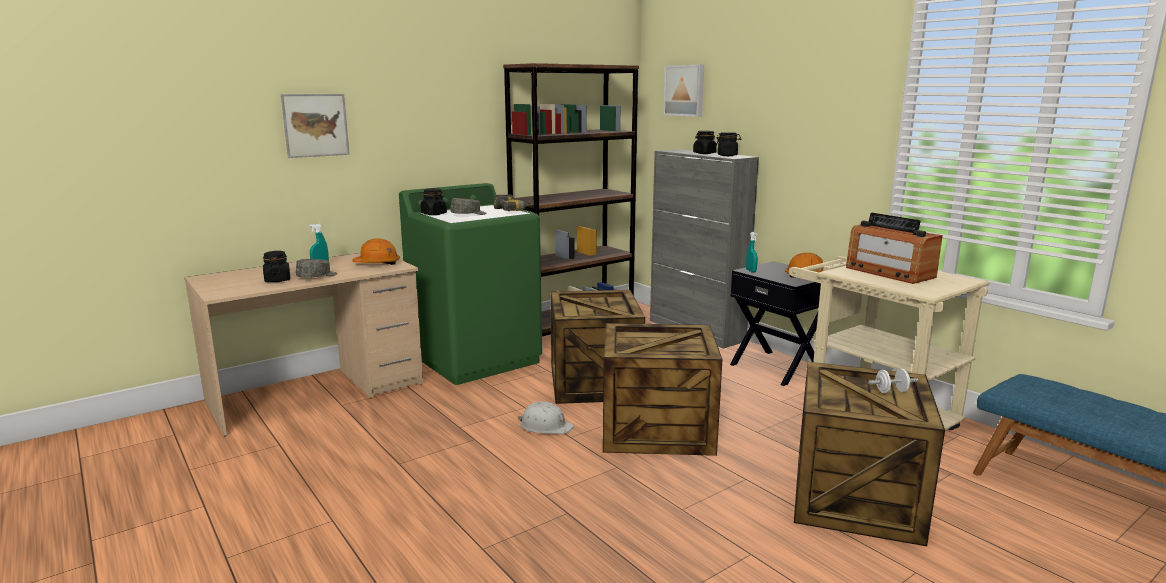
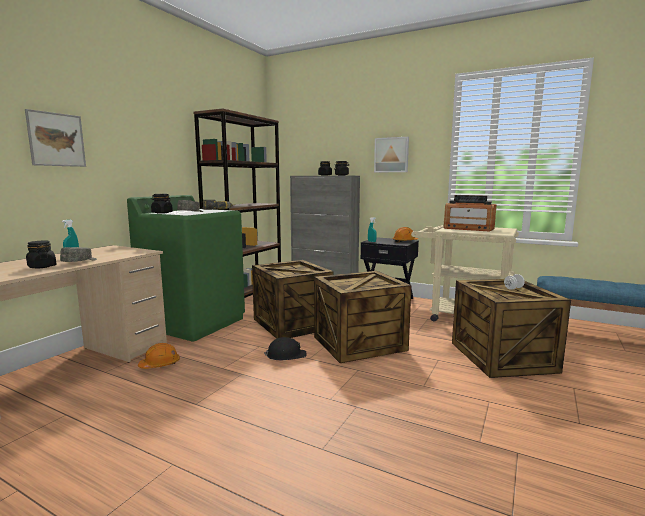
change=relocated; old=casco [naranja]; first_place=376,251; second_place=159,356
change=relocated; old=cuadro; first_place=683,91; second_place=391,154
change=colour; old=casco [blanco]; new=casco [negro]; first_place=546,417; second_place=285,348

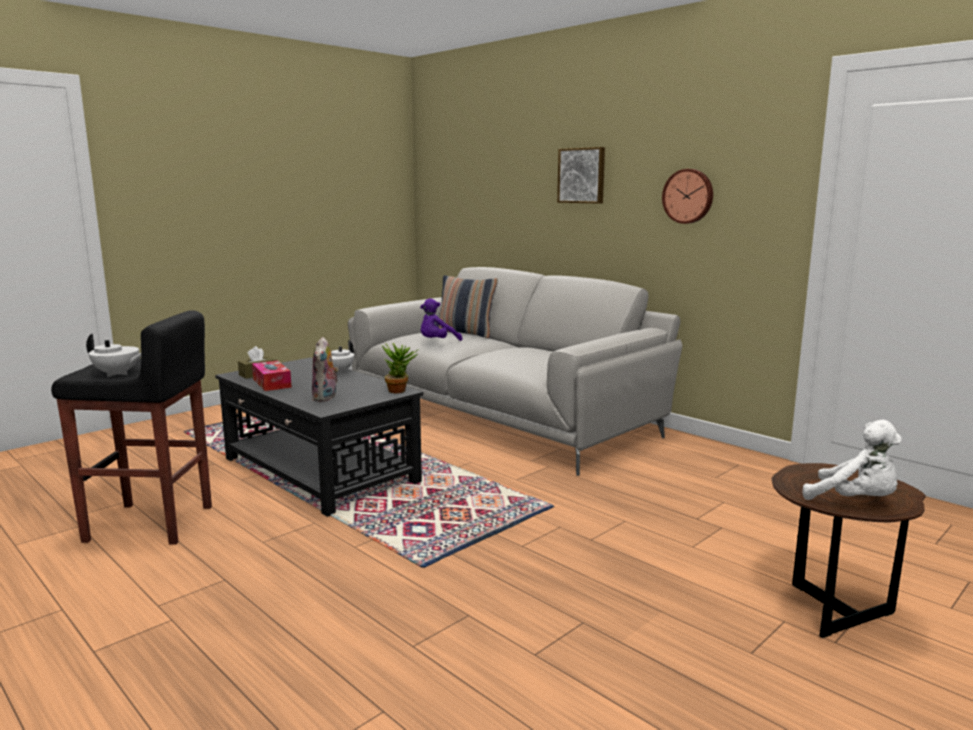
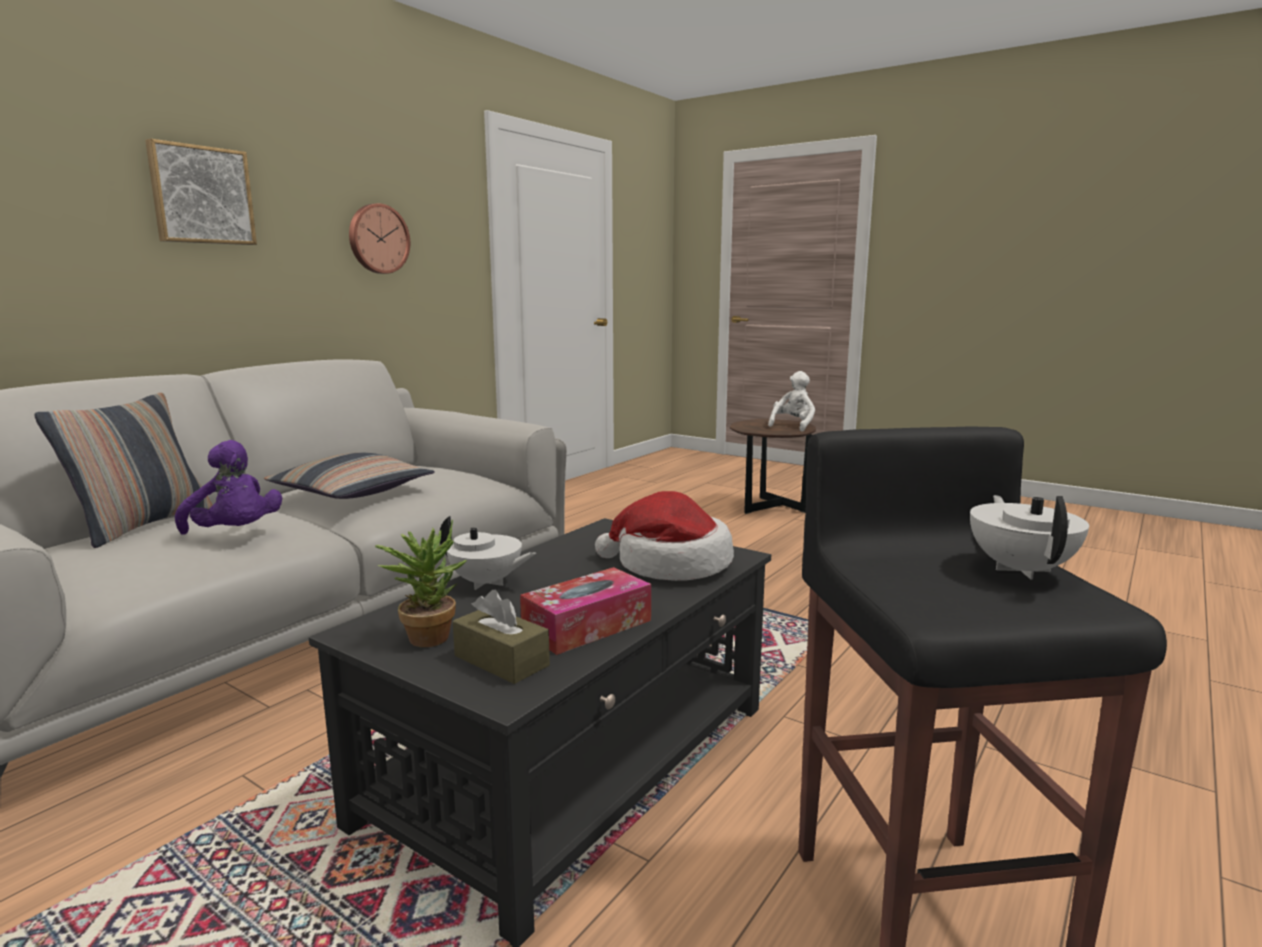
change=appeared; new=cojín; second_place=349,475
change=relocated; old=planta en maceta; first_place=400,368; second_place=421,583
change=exchanged; old=peluche; new=sombrero; first_place=325,369; second_place=664,536

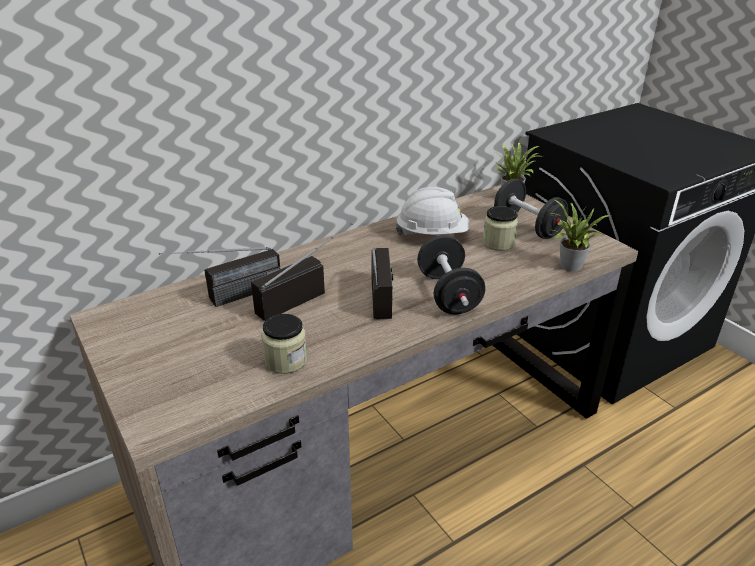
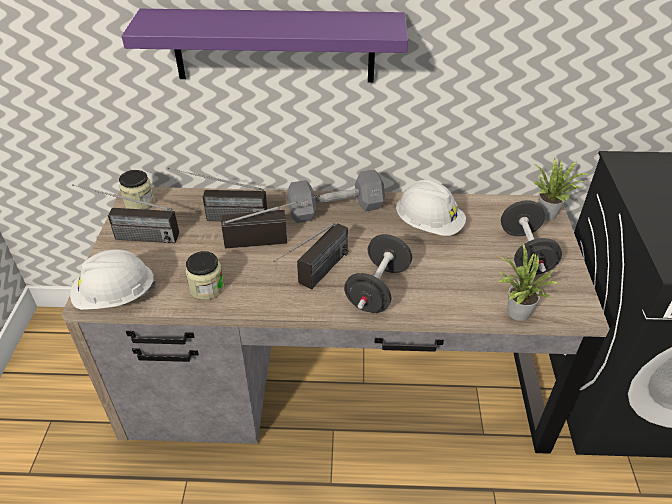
change=appeared; new=casco [blanco]; second_place=113,280
change=appeared; new=radio; second_place=125,213
change=appeared; new=estante [morado]; second_place=265,46
change=appeared; new=mancuerna [gris]; second_place=336,196
change=relocated; old=tarro; first_place=500,228; second_place=137,190

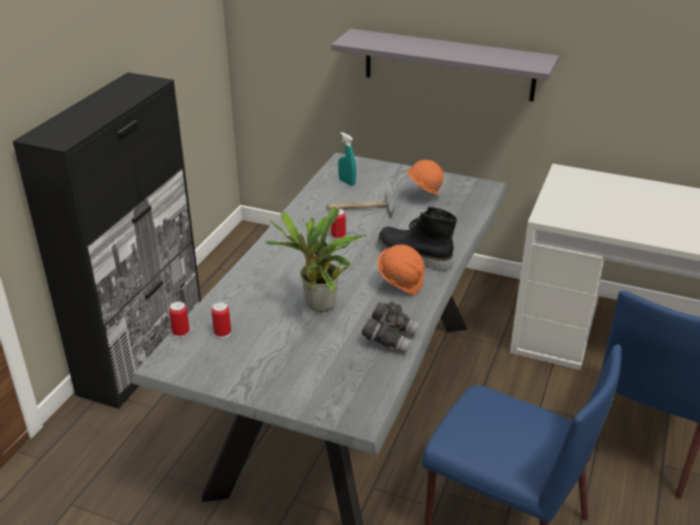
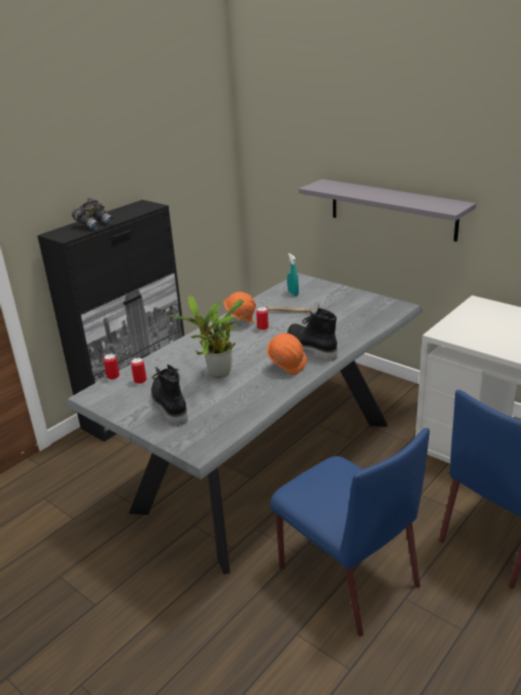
change=appeared; new=bota [negro]; second_place=169,396
change=relocated; old=prismáticos [gris]; first_place=390,327; second_place=93,214
change=relocated; old=casco [naranja]; first_place=425,177; second_place=240,308

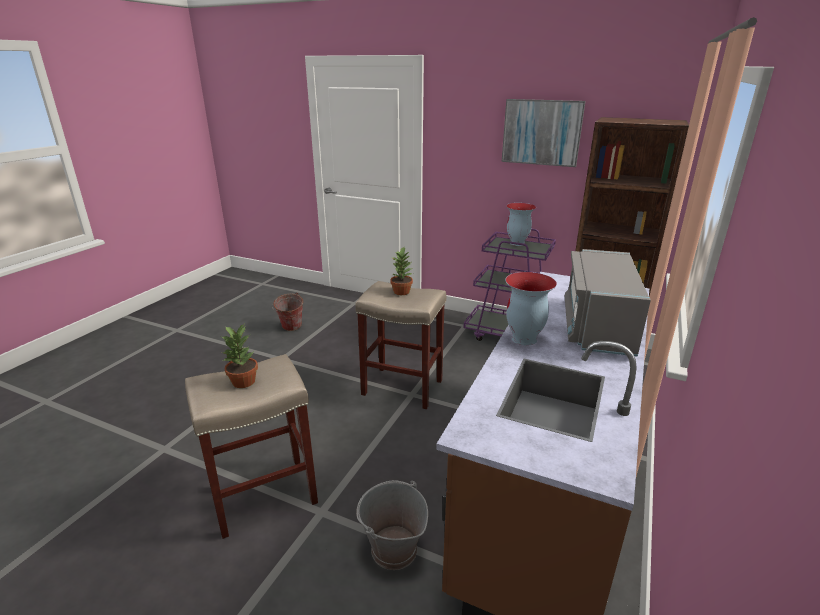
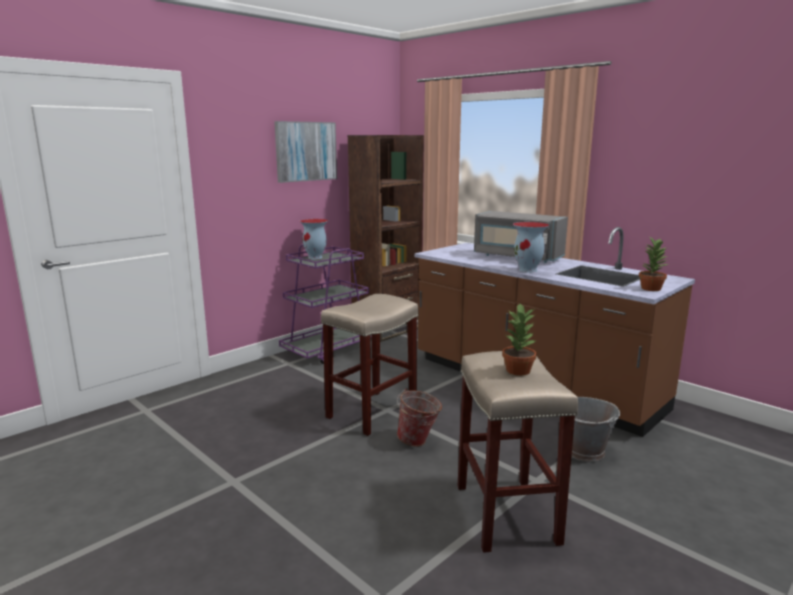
change=relocated; old=cubo; first_place=287,311; second_place=419,417
change=relocated; old=planta en maceta; first_place=401,271; second_place=654,263

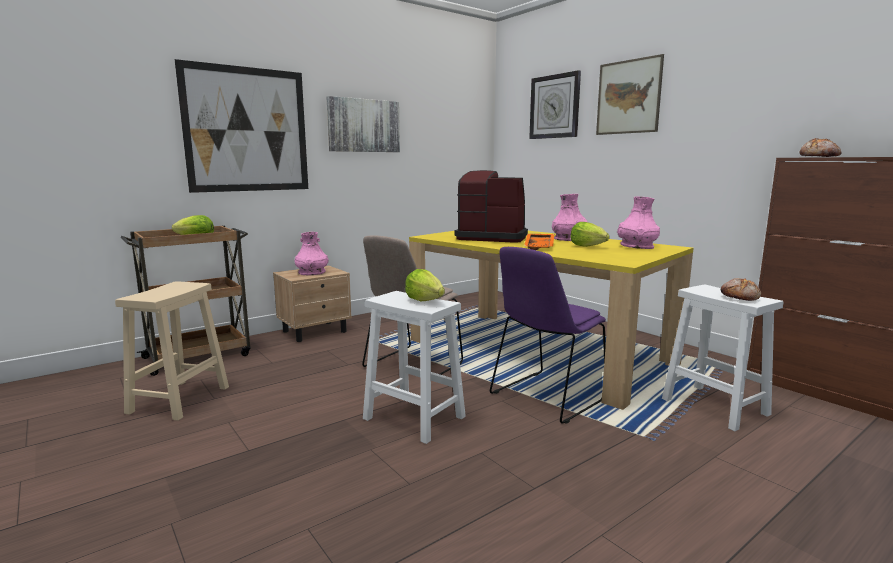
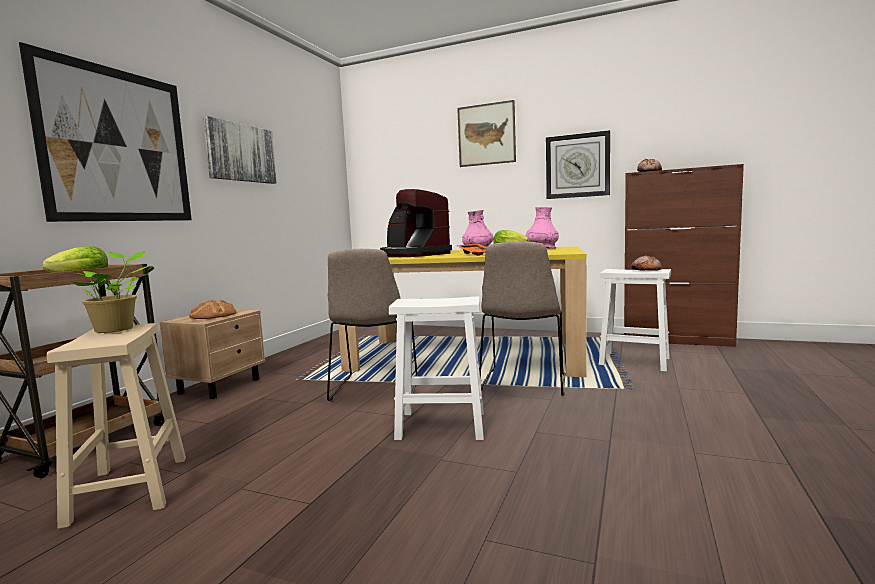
change=missing; old=lechuga; first_place=425,285
change=appeared; new=planta en maceta; second_place=112,292
change=relocated; old=reloj de pared; first_place=555,104; second_place=578,164
change=exchanged; old=florero [rosa]; new=pan; first_place=312,253; second_place=212,309
change=colour; old=silla [morado]; new=silla [beis]; first_place=548,335; second_place=522,318
change=spun; old=cafetera; first_place=491,206; second_place=416,223; degrees=-120

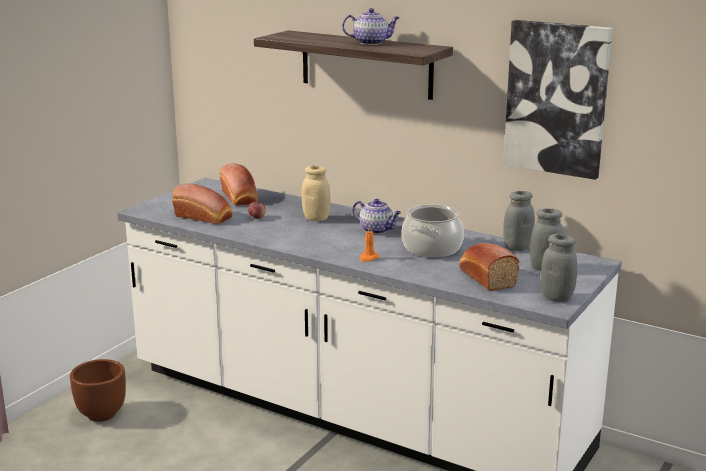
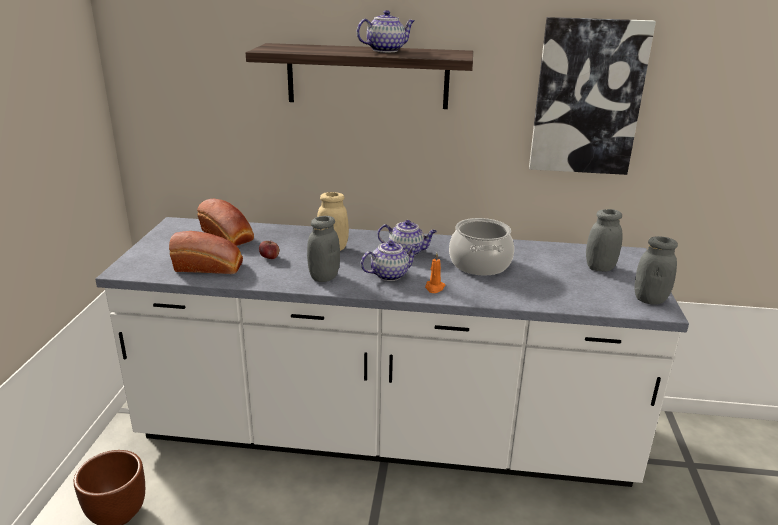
change=missing; old=pan; first_place=489,267
change=appeared; new=tetera; second_place=390,261
change=relocated; old=tarro [gris]; first_place=519,221; second_place=323,249

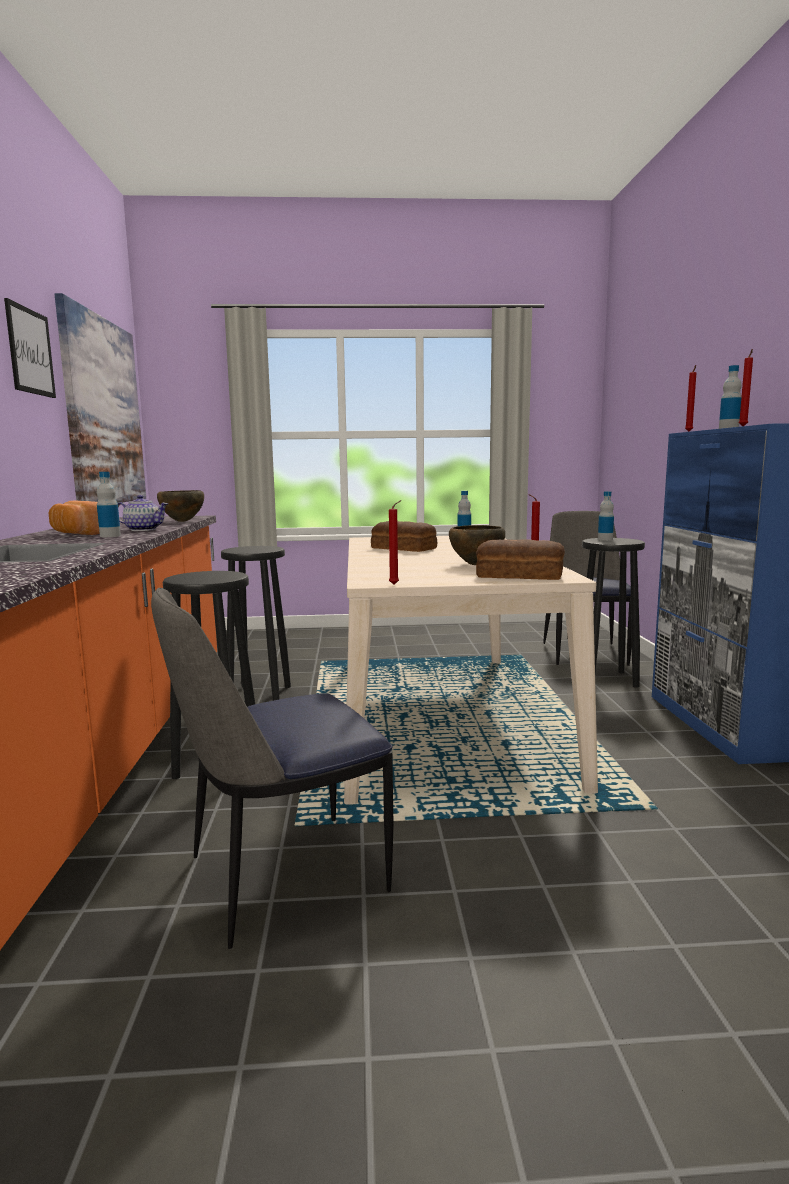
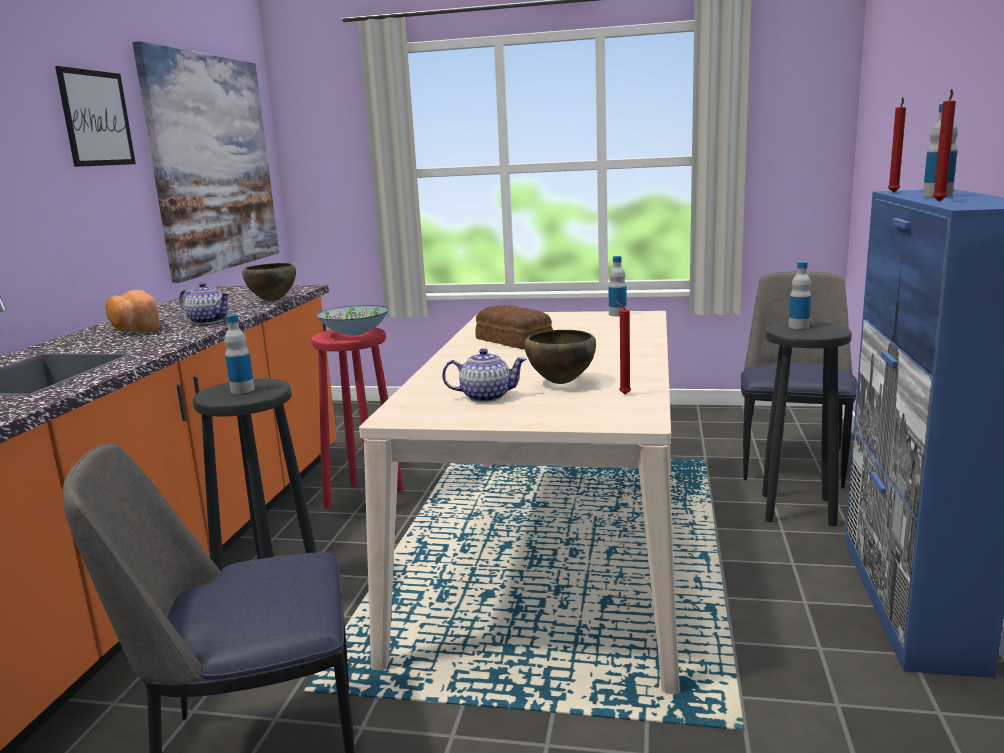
change=missing; old=vela [rojo]; first_place=395,542
change=missing; old=pan; first_place=520,559
change=appeared; new=cuenco; second_place=352,320
change=appeared; new=tetera; second_place=484,375
change=relocated; old=botella; first_place=109,504; second_place=239,354
change=colour; old=taburete [negro]; new=taburete [rojo]; first_place=256,623; second_place=357,418

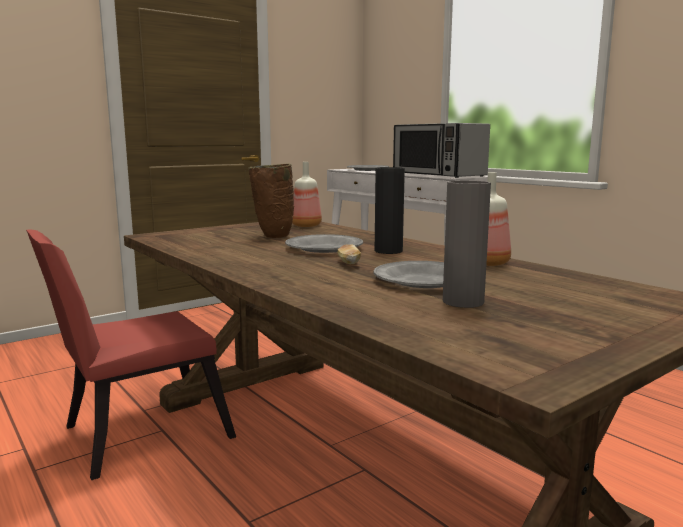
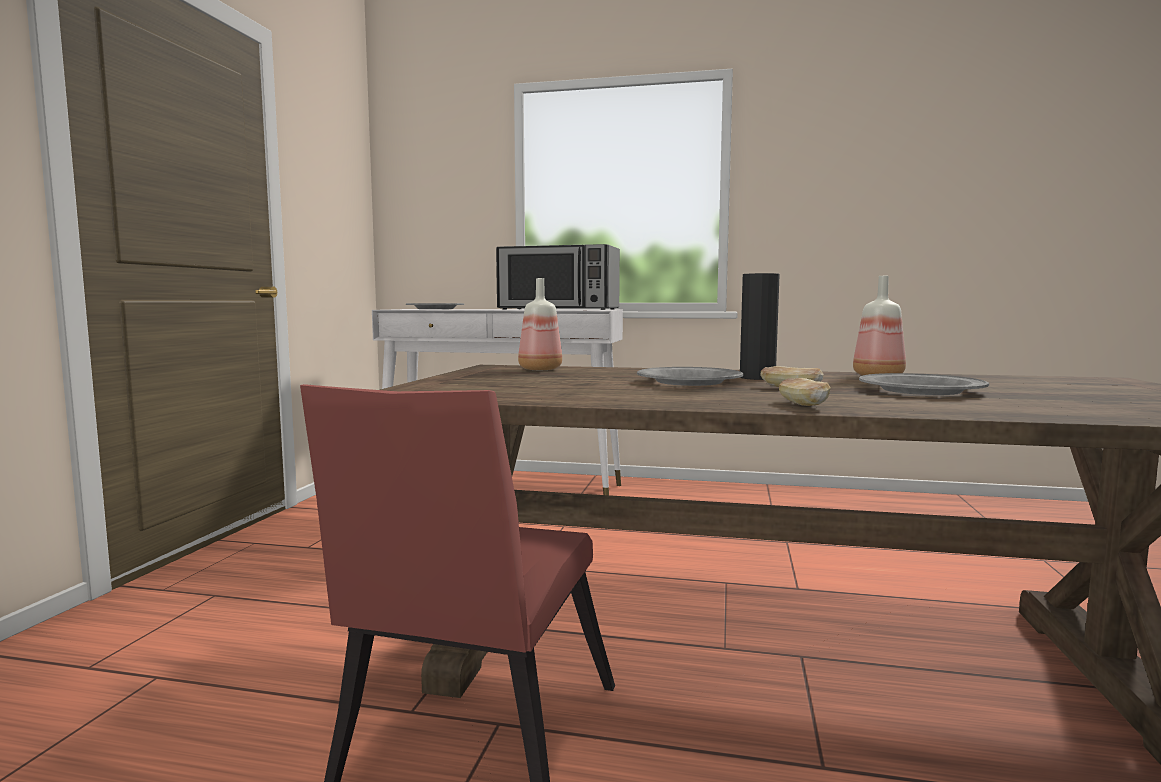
change=missing; old=florero [marrón]; first_place=271,201
change=missing; old=florero [gris]; first_place=467,244
change=appeared; new=pan; second_place=805,392

